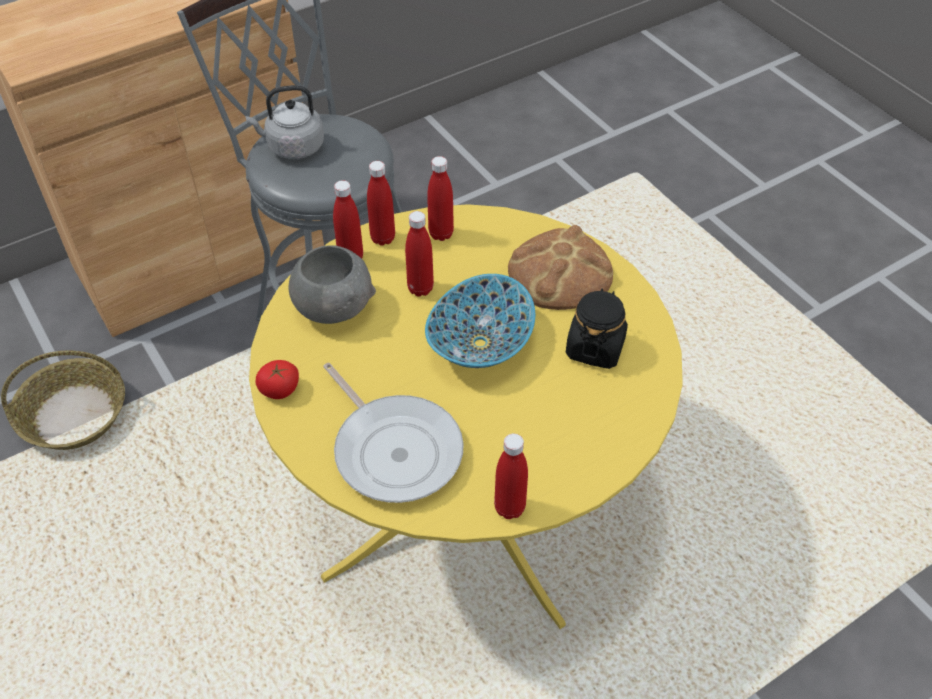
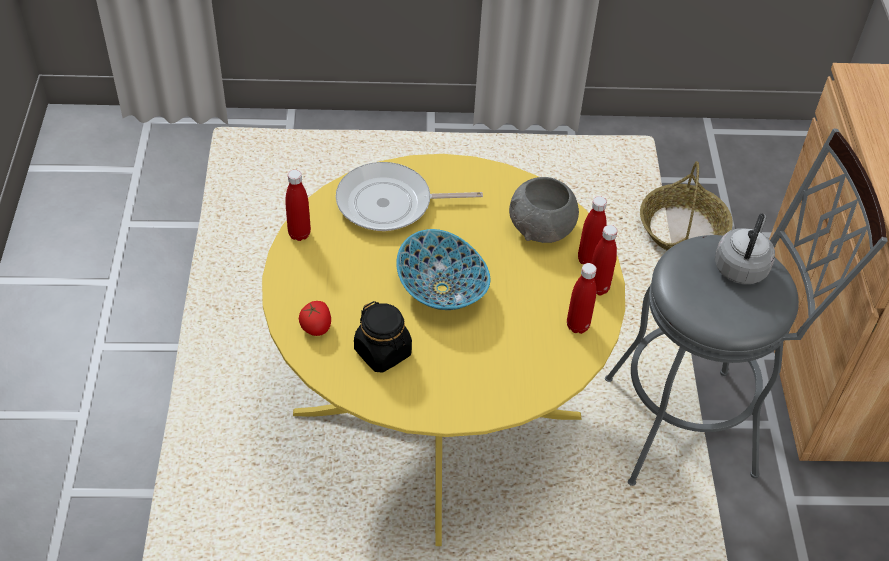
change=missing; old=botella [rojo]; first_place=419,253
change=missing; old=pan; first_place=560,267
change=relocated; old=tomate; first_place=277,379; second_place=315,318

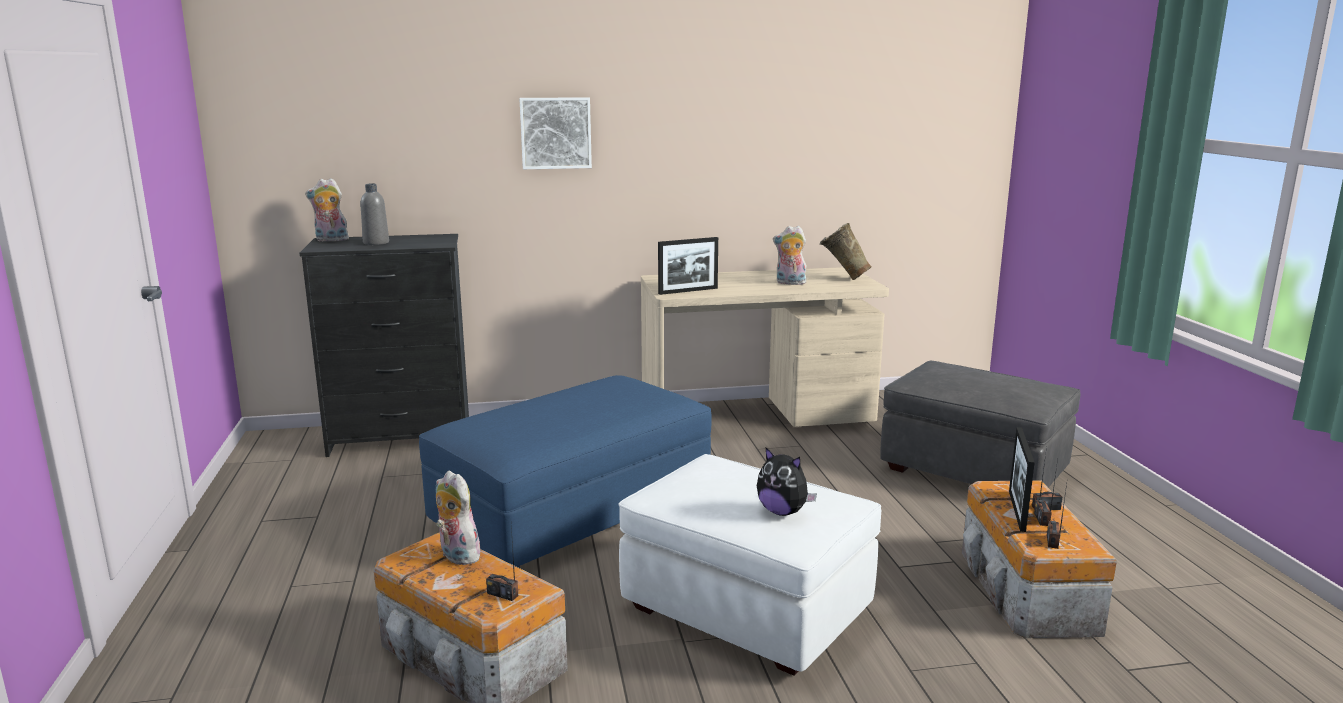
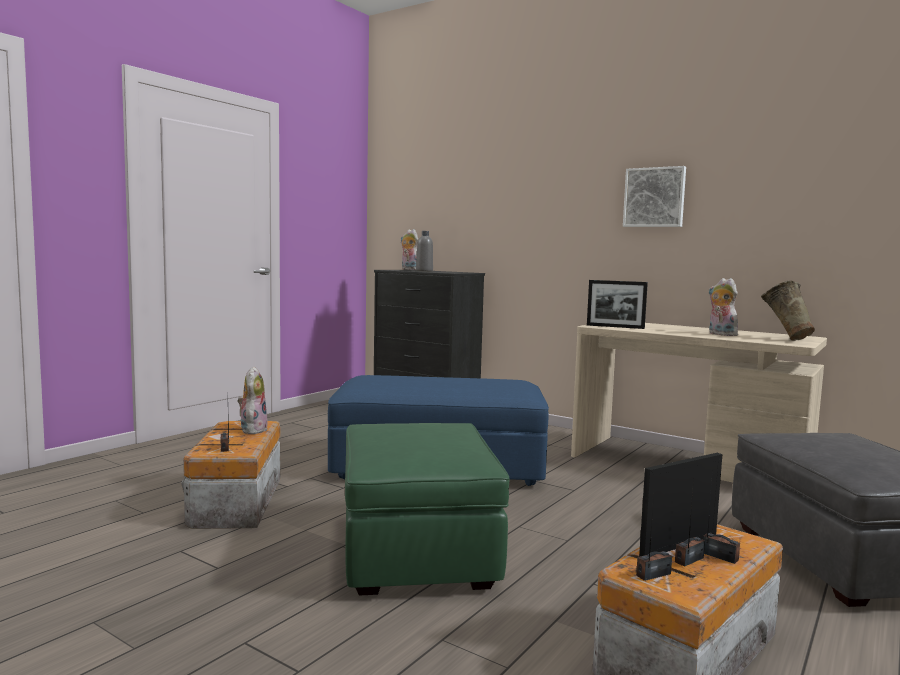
change=missing; old=peluche; first_place=787,482
change=relocated; old=cuadro; first_place=555,133; second_place=654,196
change=colour; old=puf [blanco]; new=puf [verde]; first_place=749,565; second_place=427,509

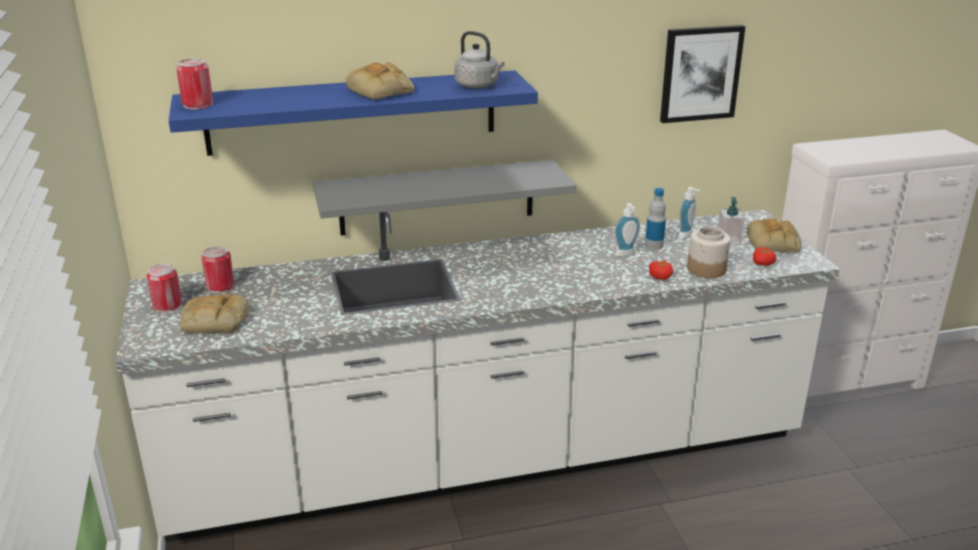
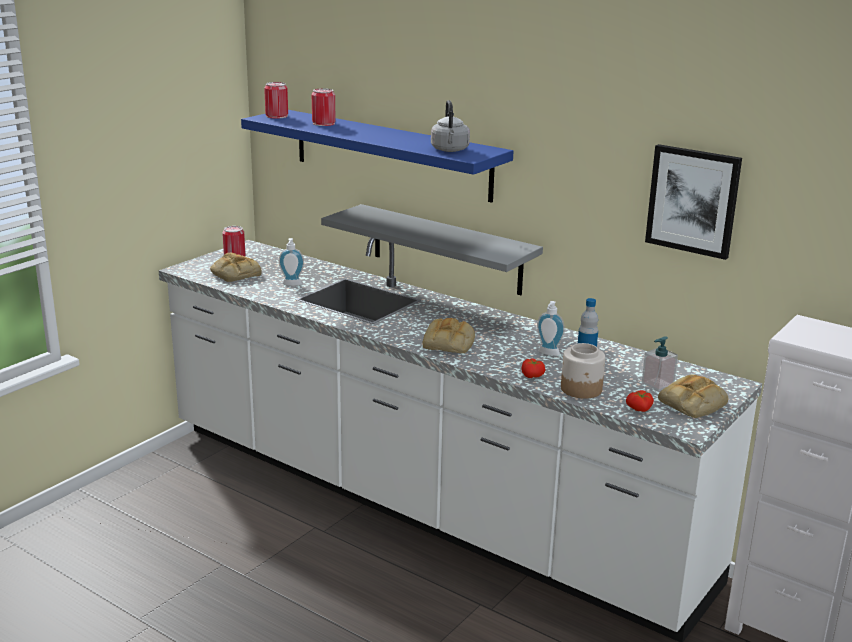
change=relocated; old=lata; first_place=218,269; second_place=324,107
change=relocated; old=pan; first_place=380,81; second_place=449,335
change=relocated; old=dispensador de jabón; first_place=689,213; second_place=291,262

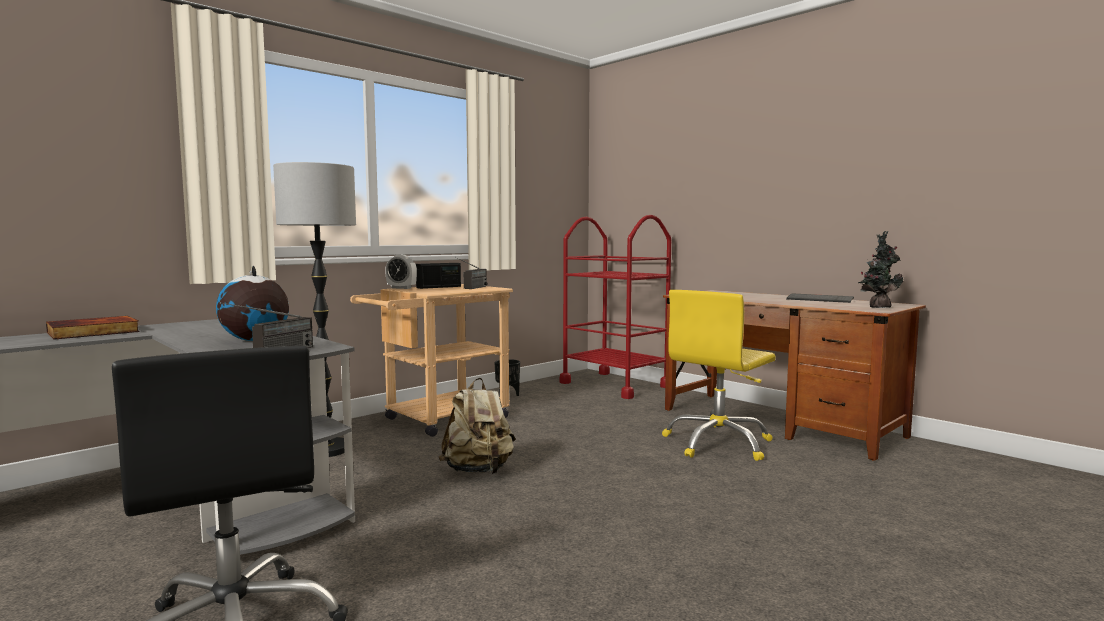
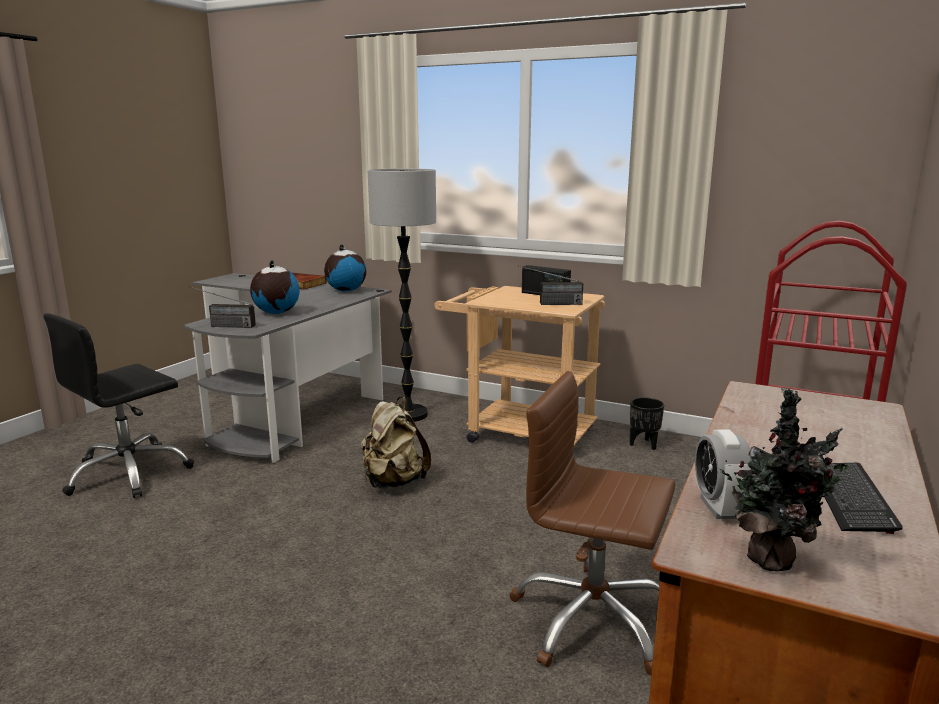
change=appeared; new=globo terráqueo; second_place=345,268
change=relocated; old=despertador; first_place=401,272; second_place=724,474
change=colour; old=silla de oficina [amarillo]; new=silla de oficina [marrón]; first_place=719,375; second_place=592,523

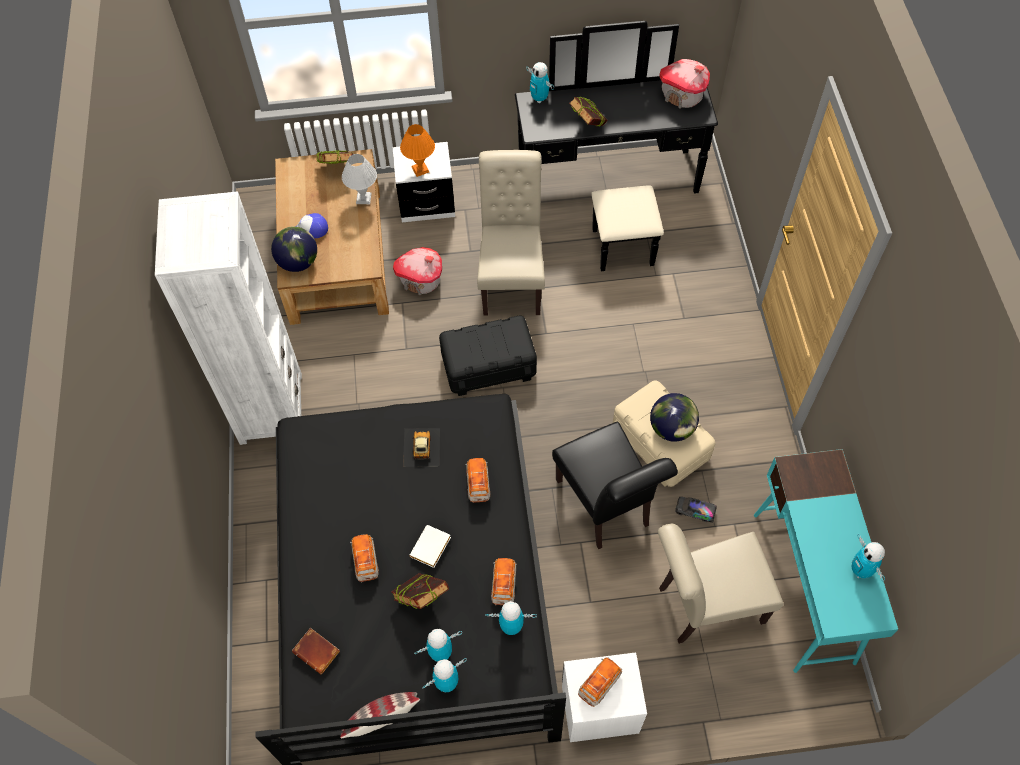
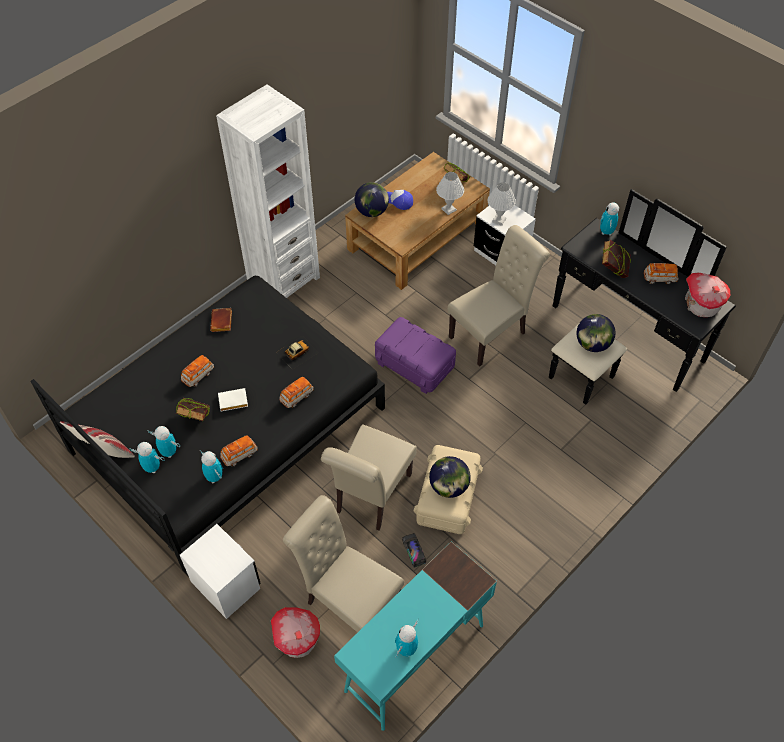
change=appeared; new=globo terráqueo; second_place=595,333
change=relocated; old=libro [marrón]; first_place=316,651; second_place=221,320
change=relocated; old=casita; first_place=417,271; second_place=295,632
change=relocated; old=coche de juguete; first_place=600,682; second_place=661,273
change=colour; old=lámpara de mesa [naranja]; new=lámpara de mesa [blanco]; first_place=417,150; second_place=501,204
change=colour; old=caja de almacenaje [negro]; new=caja de almacenaje [morado]; first_place=488,356; second_place=415,355
change=colour; old=silla [negro]; new=silla [beis]; first_place=615,485; second_place=369,477

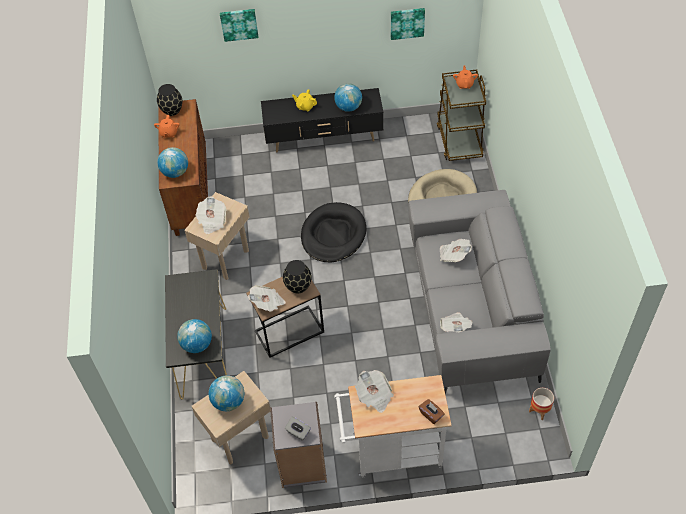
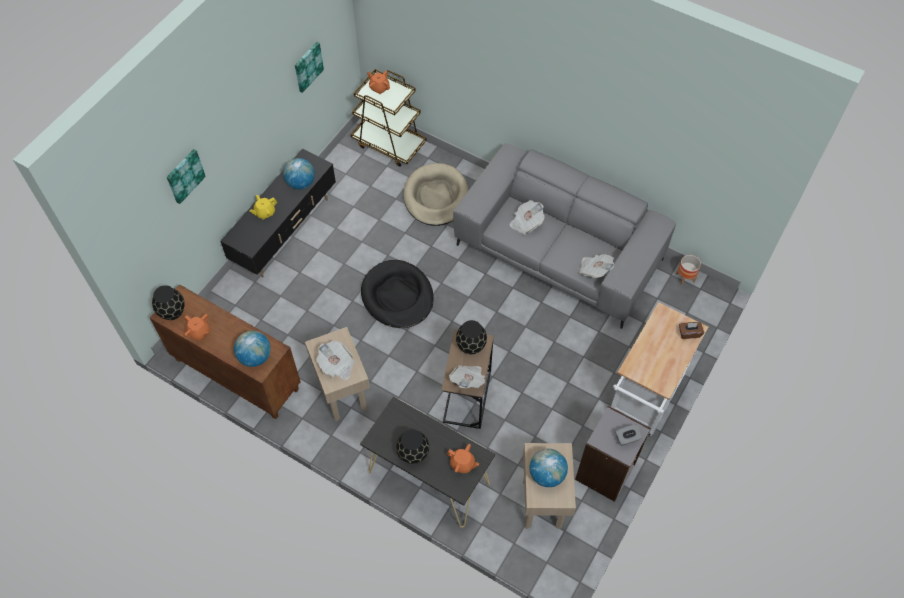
change=missing; old=periódico; first_place=374,391
change=appeared; new=florero [negro]; second_place=412,446
change=exchanged; old=globo terráqueo; new=tetera [naranja]; first_place=194,336; second_place=463,458

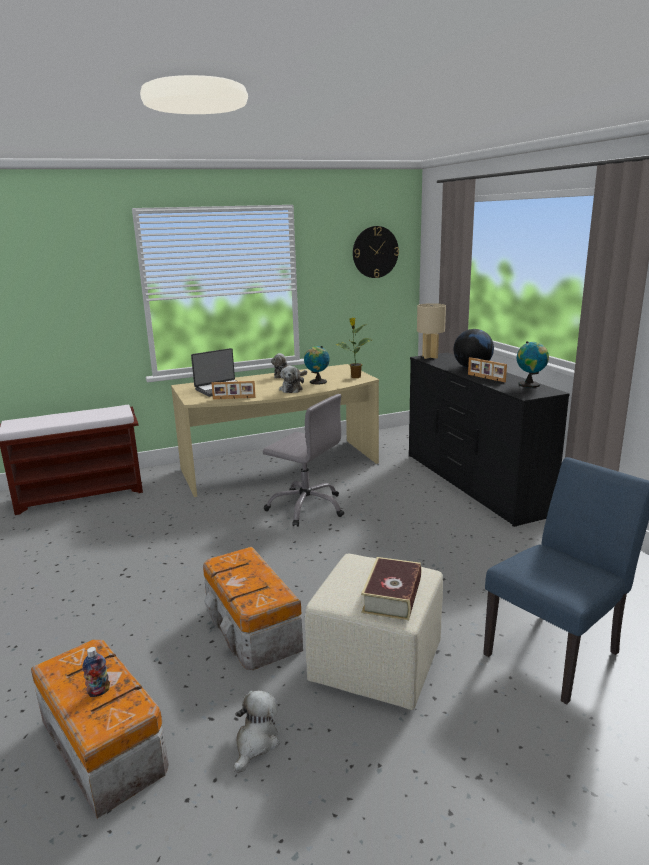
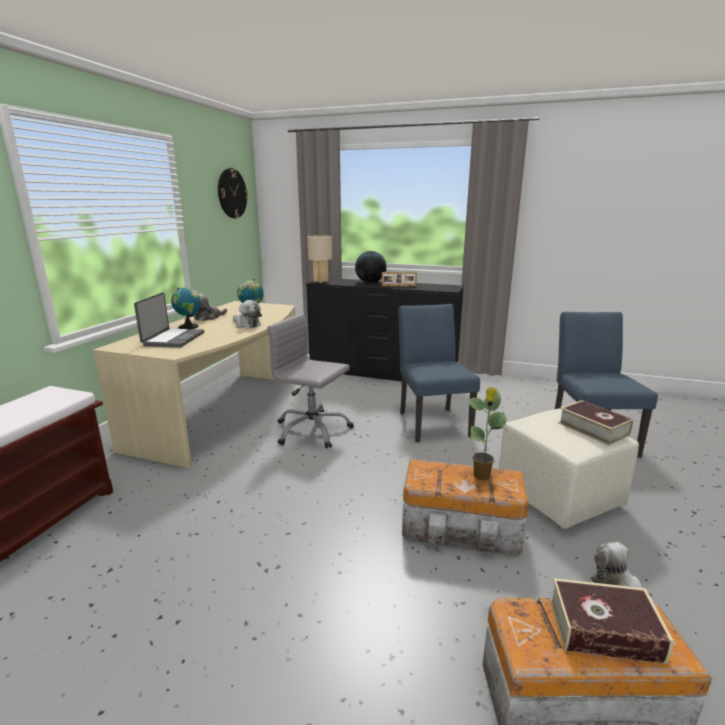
change=missing; old=portarretratos; first_place=234,390
change=appeared; new=silla [azul]; second_place=439,373
change=relocated; old=planta en maceta; first_place=353,348; second_place=487,433
change=relocated; old=globo terráqueo; first_place=533,364; second_place=186,308
change=exchanged; old=botella; new=libro; first_place=96,672; second_place=612,621
change=spun; old=silla de oficina [gris]; first_place=303,460; second_place=310,381; degrees=-135

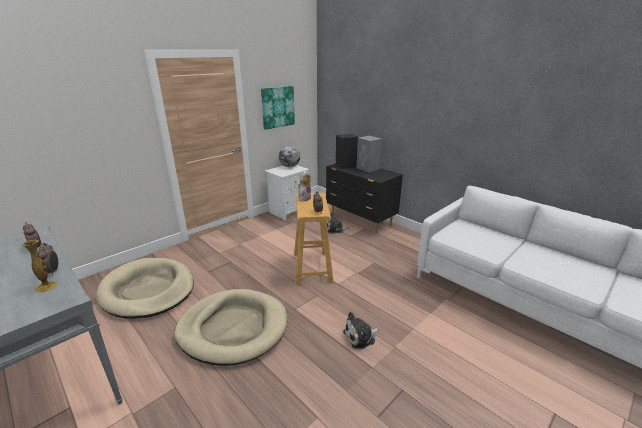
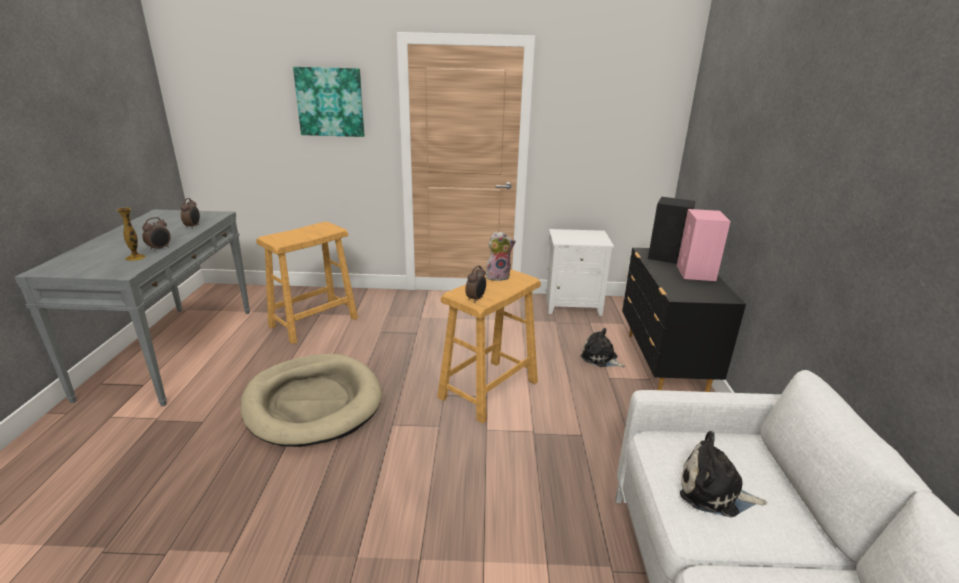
change=missing; old=globo terráqueo; first_place=289,156
change=relocated; old=cuadro; first_place=278,108; second_place=329,102
change=relocated; old=peluche; first_place=361,331; second_place=723,474
change=exchanged; old=cama para perro [beis]; new=taburete [beis]; first_place=145,288; second_place=307,283
change=colour; old=altavoz [gris]; new=altavoz [rosa]; first_place=369,154; second_place=704,245

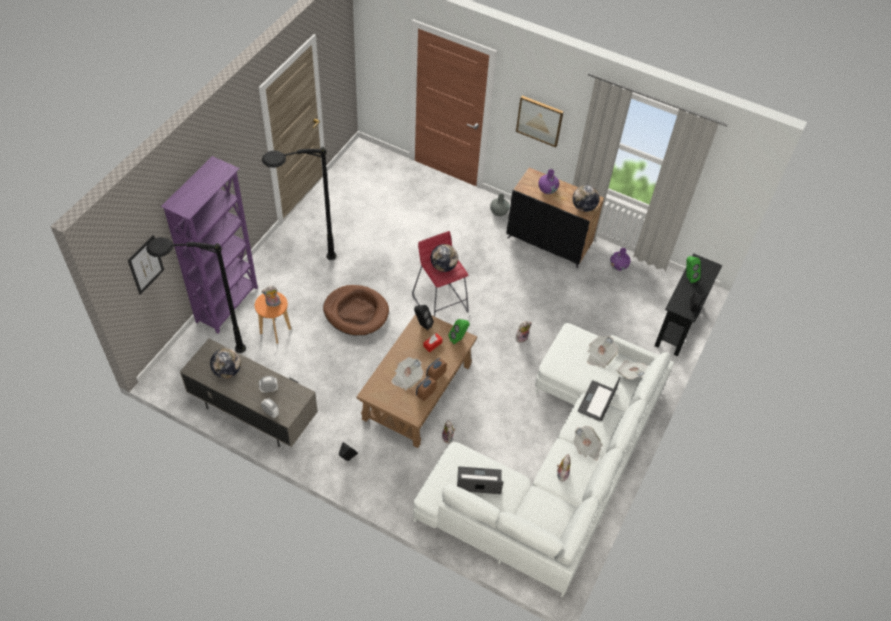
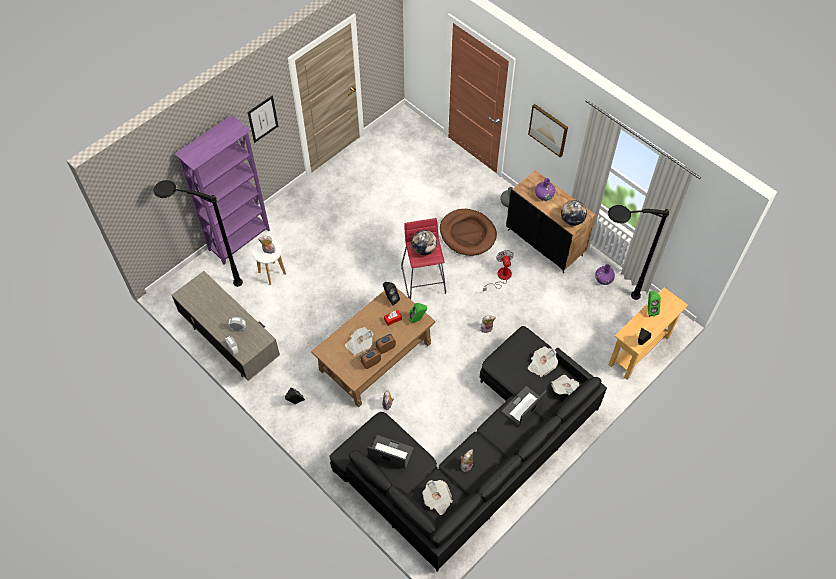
change=missing; old=globo terráqueo; first_place=225,363
change=appeared; new=ventilador; second_place=498,271
change=relocated; old=cuadro; first_place=146,265; second_place=262,119
change=relocated; old=lámpara de pie [negro]; first_place=299,203; second_place=638,252
change=relocated; old=cama para perro [marrón]; first_place=356,310; second_place=468,232
change=relocated; old=periódico; first_place=588,443; second_place=437,497
change=colour; old=taburete [naranja]; new=taburete [blanco]; first_place=273,318; second_place=269,262
change=colour; old=sofá [blanco]; new=sofá [negro]; first_place=543,460; second_place=468,449
change=colour; old=mesa consola [negro]; new=mesa consola [beis]; first_place=688,304; second_place=648,333

